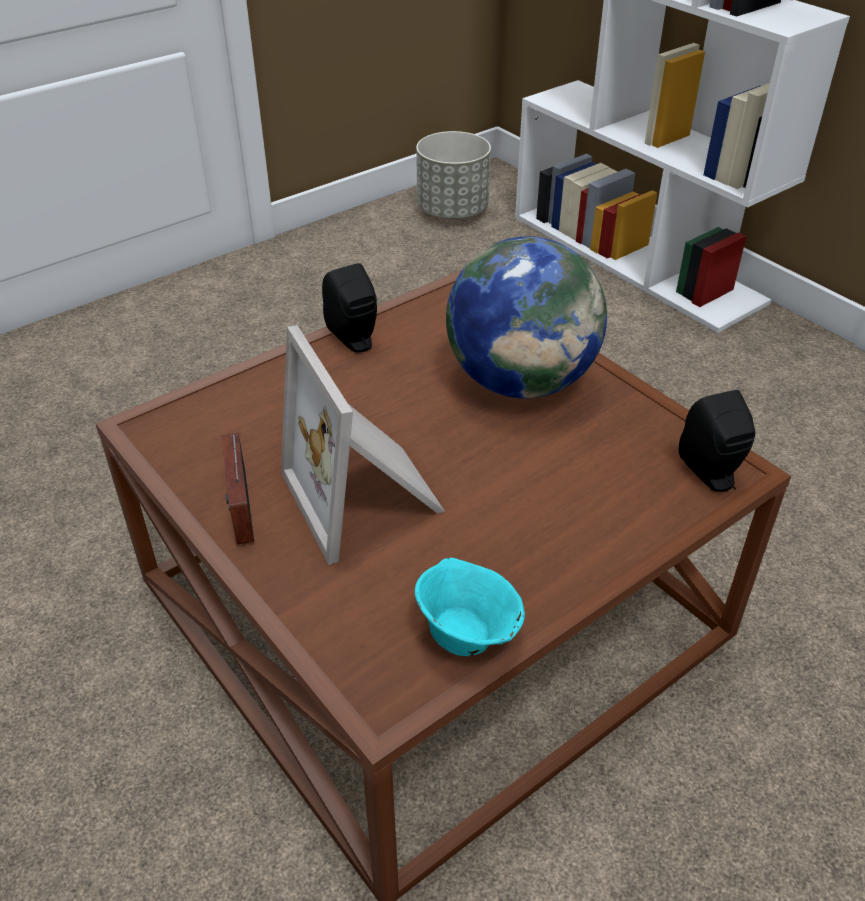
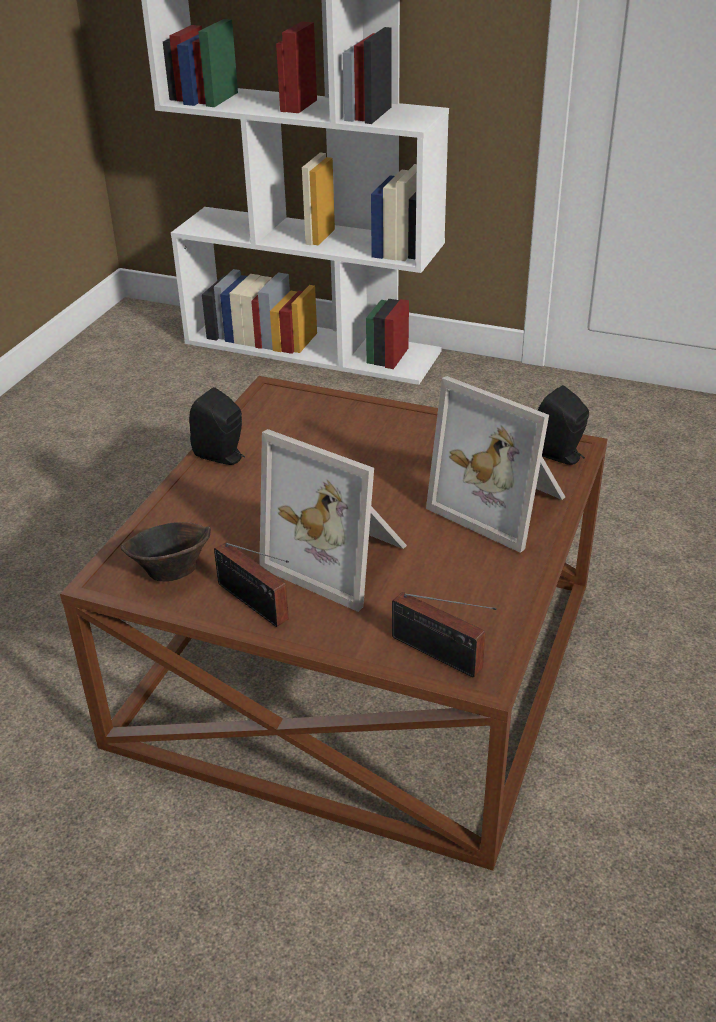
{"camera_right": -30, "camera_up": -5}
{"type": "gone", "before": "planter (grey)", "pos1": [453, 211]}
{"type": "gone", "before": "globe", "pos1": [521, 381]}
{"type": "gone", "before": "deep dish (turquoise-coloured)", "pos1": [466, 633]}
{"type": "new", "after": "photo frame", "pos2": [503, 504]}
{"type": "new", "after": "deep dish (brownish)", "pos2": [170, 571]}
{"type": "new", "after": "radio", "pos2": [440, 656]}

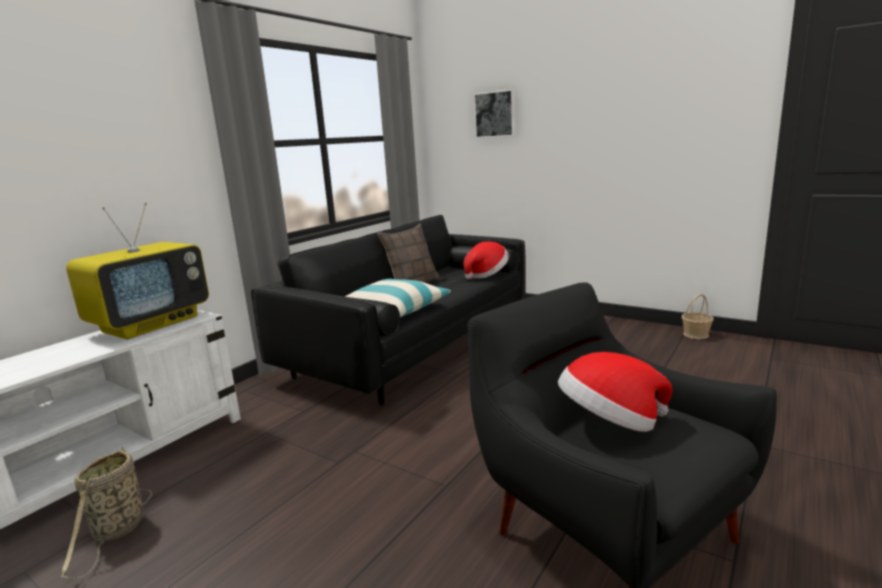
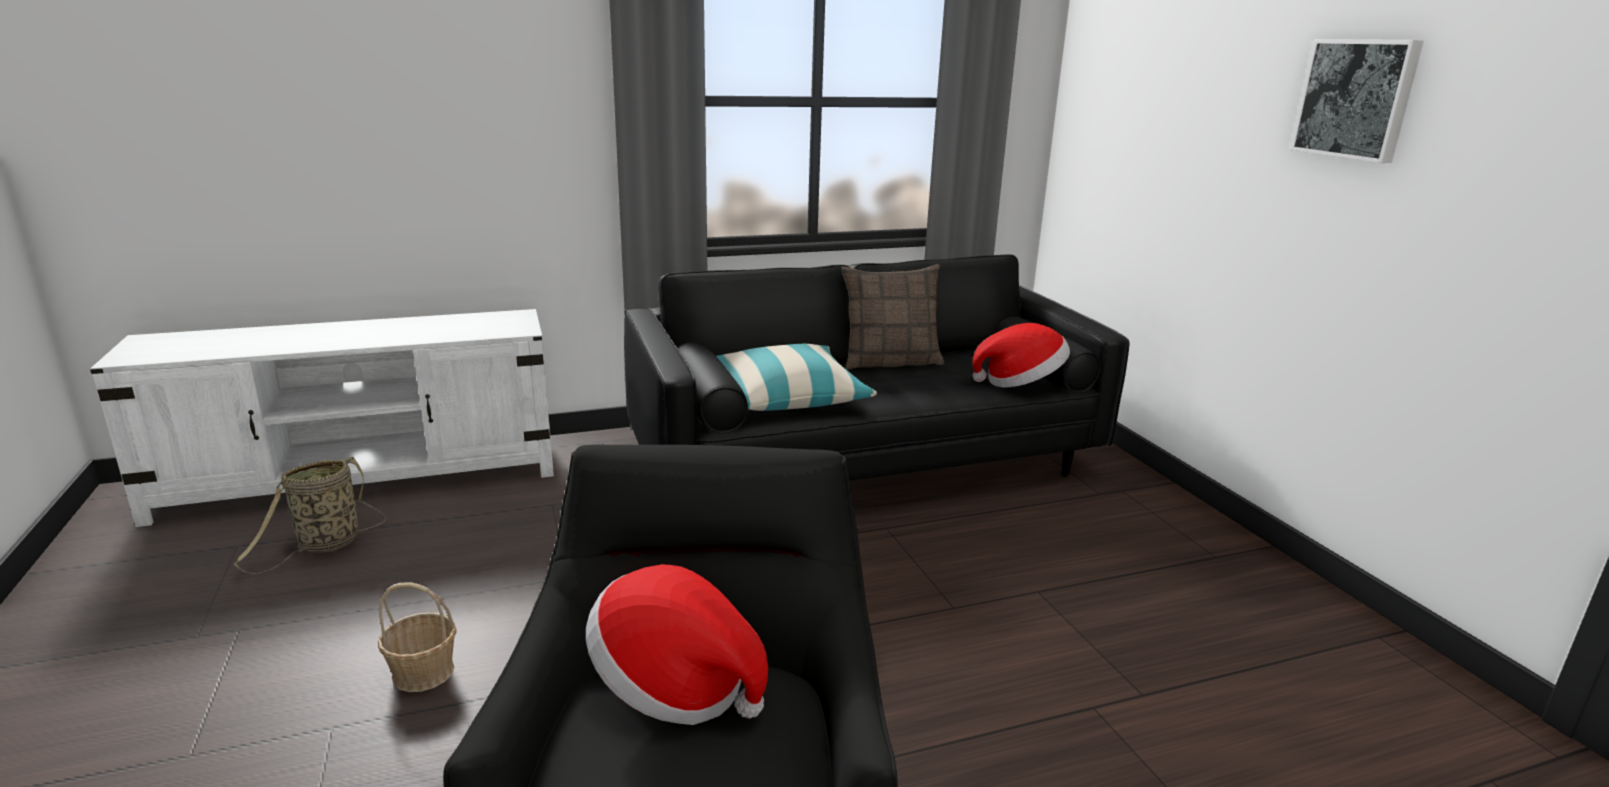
{"camera_right": 35, "camera_up": 5}
{"type": "shifted", "before": "wall picture", "pos1": [495, 114], "pos2": [1356, 99]}
{"type": "gone", "before": "TV set", "pos1": [151, 323]}
{"type": "shifted", "before": "storage basket", "pos1": [696, 334], "pos2": [423, 673]}

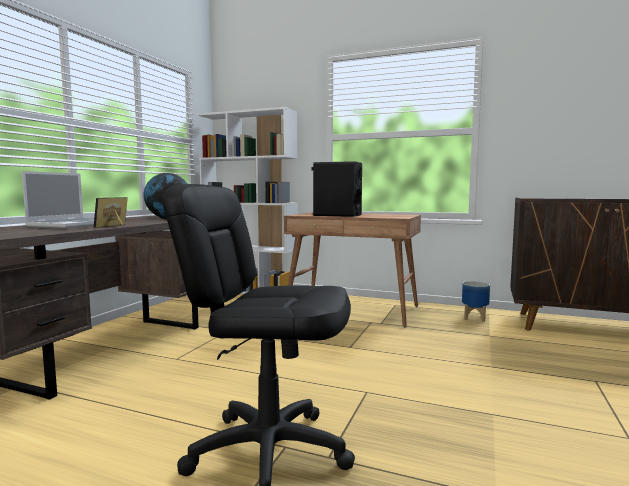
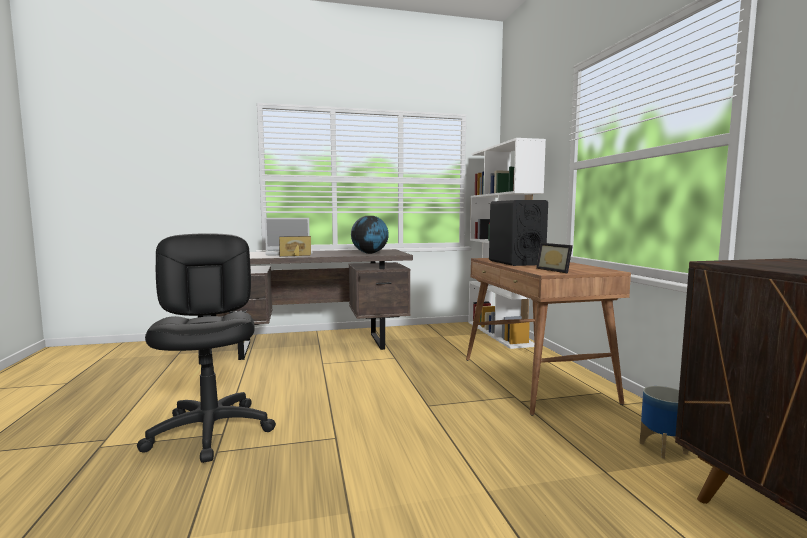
{"camera_right": 55, "camera_up": 0}
{"type": "new", "after": "photo frame", "pos2": [556, 270]}

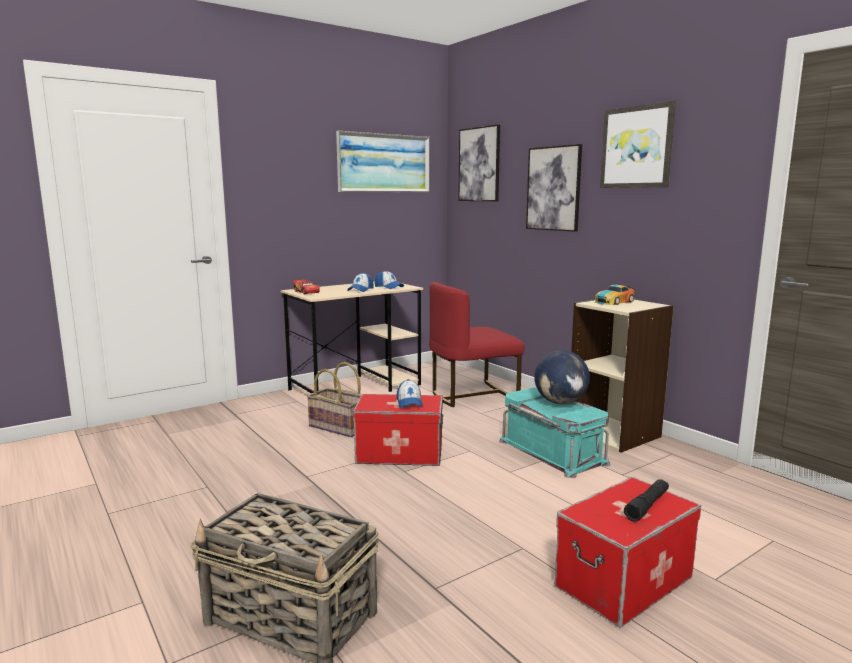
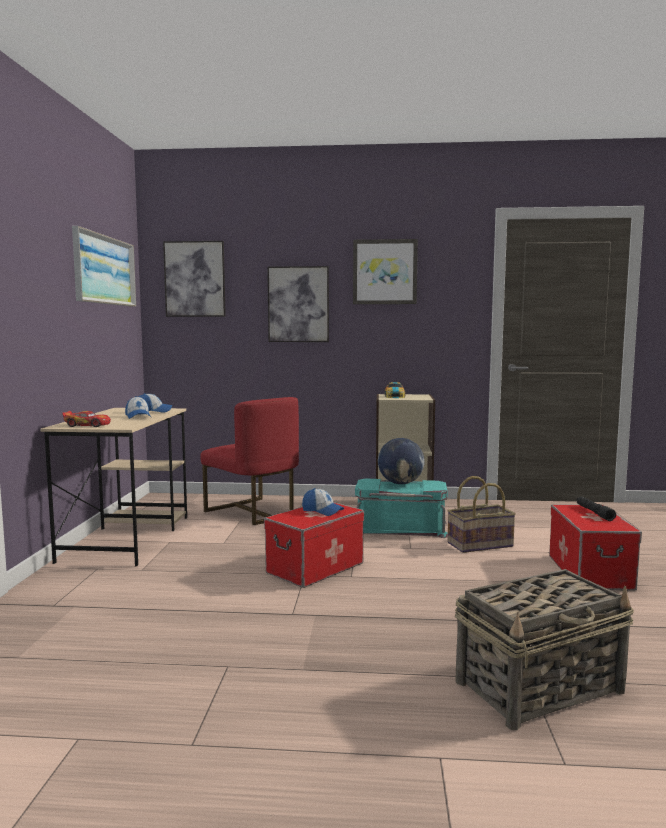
{"camera_right": -50, "camera_up": -5}
{"type": "rotated", "before": "chair (red)", "pos1": [472, 395], "pos2": [253, 512], "turn": -60}
{"type": "shifted", "before": "storage basket", "pos1": [340, 427], "pos2": [479, 544]}

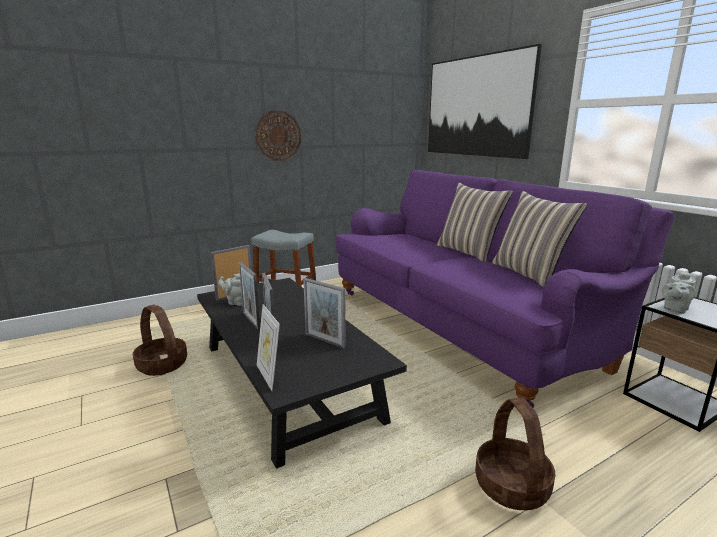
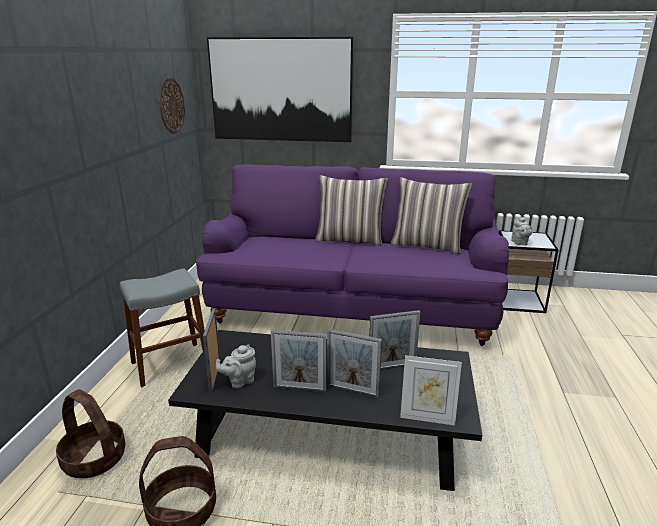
{"camera_right": -50, "camera_up": 5}
{"type": "shifted", "before": "clock on the wall", "pos1": [278, 135], "pos2": [171, 106]}
{"type": "shifted", "before": "storage basket", "pos1": [512, 486], "pos2": [95, 459]}

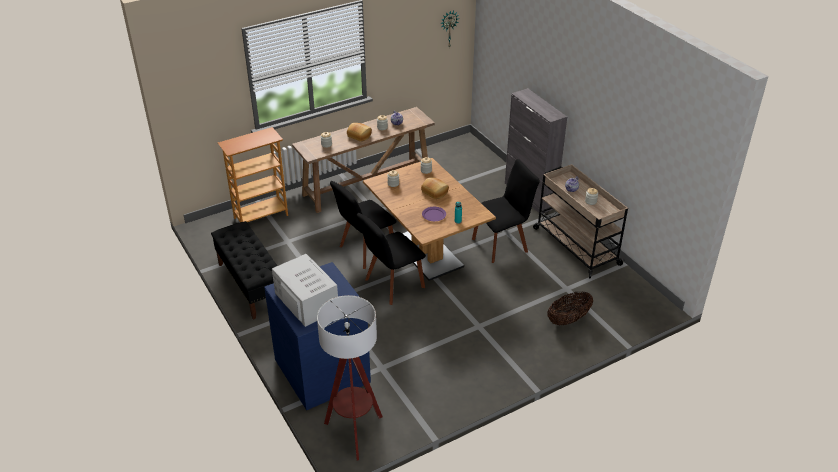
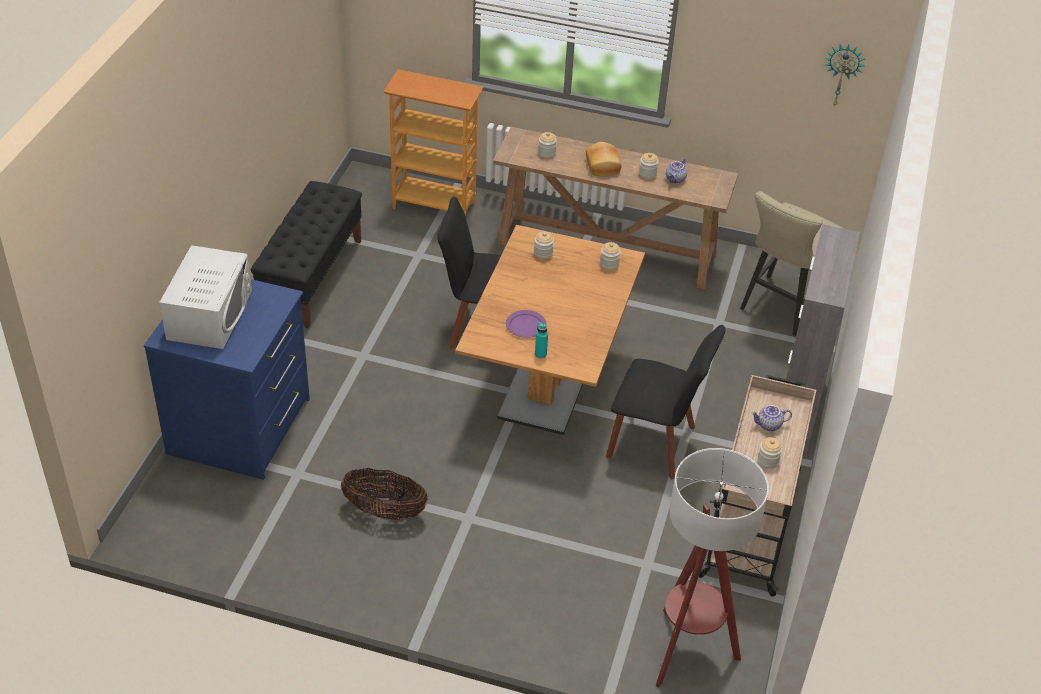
{"camera_right": 45, "camera_up": 5}
{"type": "gone", "before": "bakery bread", "pos1": [435, 192]}
{"type": "gone", "before": "chair (black)", "pos1": [392, 285]}
{"type": "shifted", "before": "storage basket", "pos1": [568, 319], "pos2": [385, 511]}
{"type": "shifted", "before": "standard lamp", "pos1": [354, 432], "pos2": [687, 651]}
{"type": "new", "after": "stool (beige-coloured)", "pos2": [779, 309]}

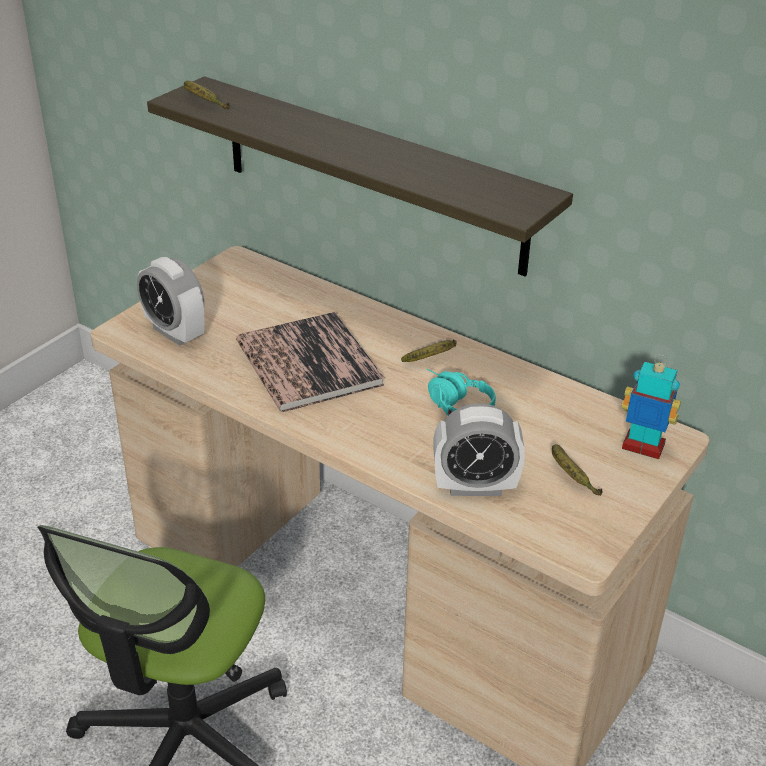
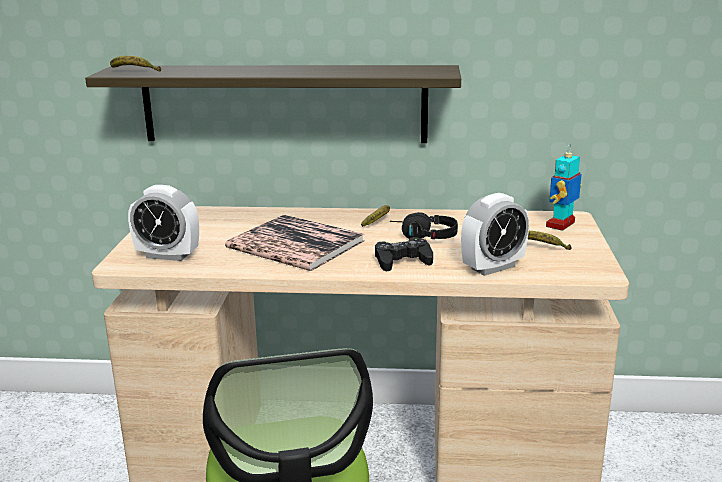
{"camera_right": -30, "camera_up": -15}
{"type": "rotated", "before": "toy robot", "pos1": [642, 447], "pos2": [561, 225], "turn": -45}
{"type": "repainted", "before": "headphones (turquoise-coloured)", "after": "headphones (black)", "pos1": [453, 404], "pos2": [422, 237]}
{"type": "new", "after": "joypad (black)", "pos2": [402, 261]}

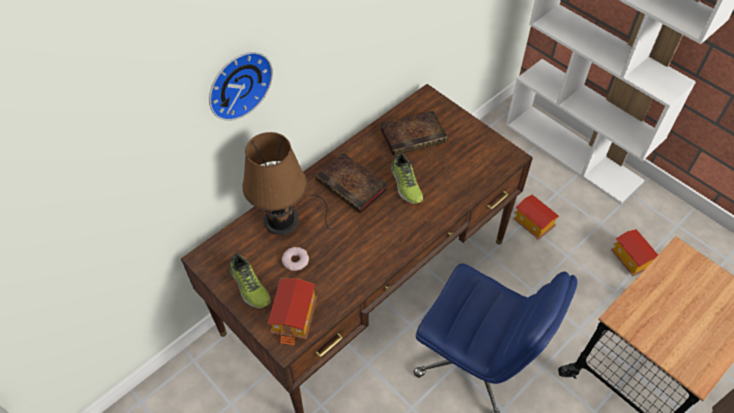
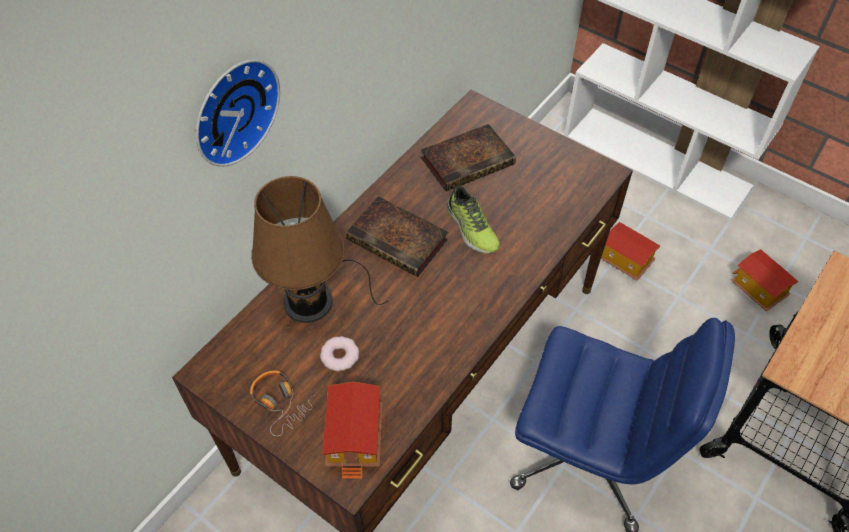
{"camera_right": -10, "camera_up": 0}
{"type": "swapped", "before": "item of footwear", "after": "headphones", "pos1": [249, 286], "pos2": [280, 403]}

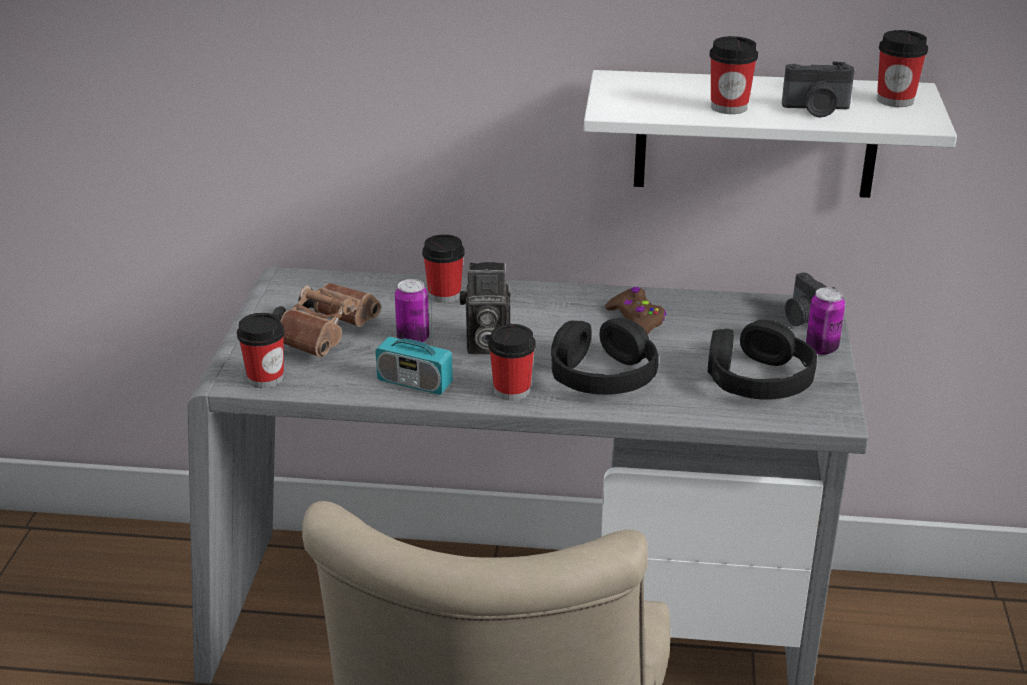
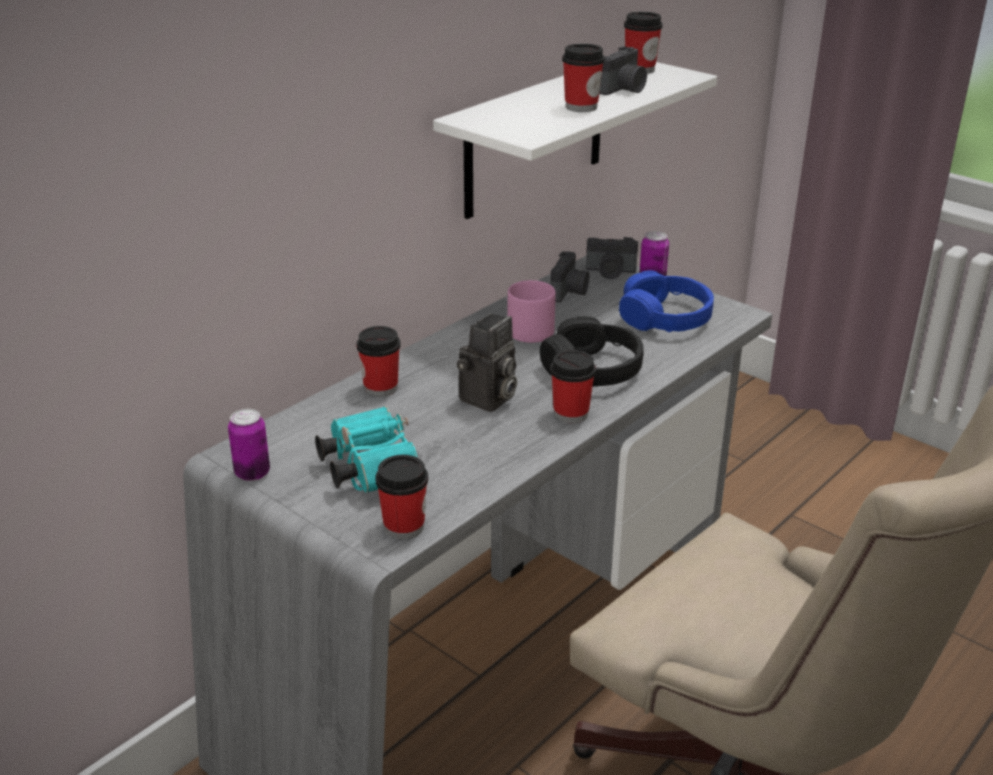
{"camera_right": -55, "camera_up": 0}
{"type": "shifted", "before": "can", "pos1": [413, 339], "pos2": [252, 473]}
{"type": "repainted", "before": "pair of binoculars (brownish)", "after": "pair of binoculars (turquoise-coloured)", "pos1": [327, 334], "pos2": [369, 467]}
{"type": "gone", "before": "radio", "pos1": [414, 382]}
{"type": "swapped", "before": "joypad (brownish)", "after": "tea mug (pink)", "pos1": [636, 320], "pos2": [532, 327]}
{"type": "repainted", "before": "headphones (black)", "after": "headphones (bluish)", "pos1": [758, 379], "pos2": [665, 318]}
{"type": "new", "after": "still camera", "pos2": [569, 292]}

